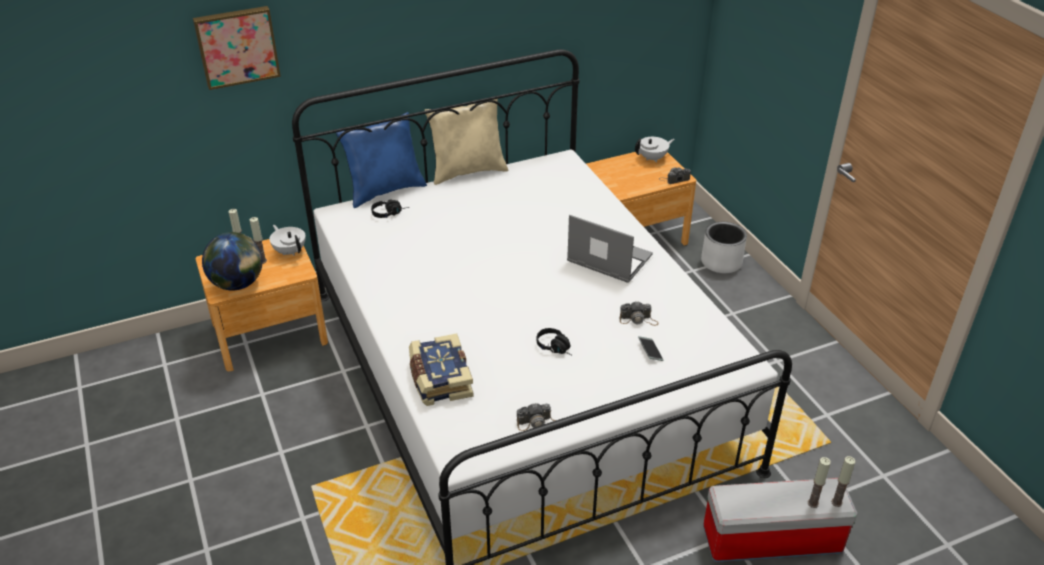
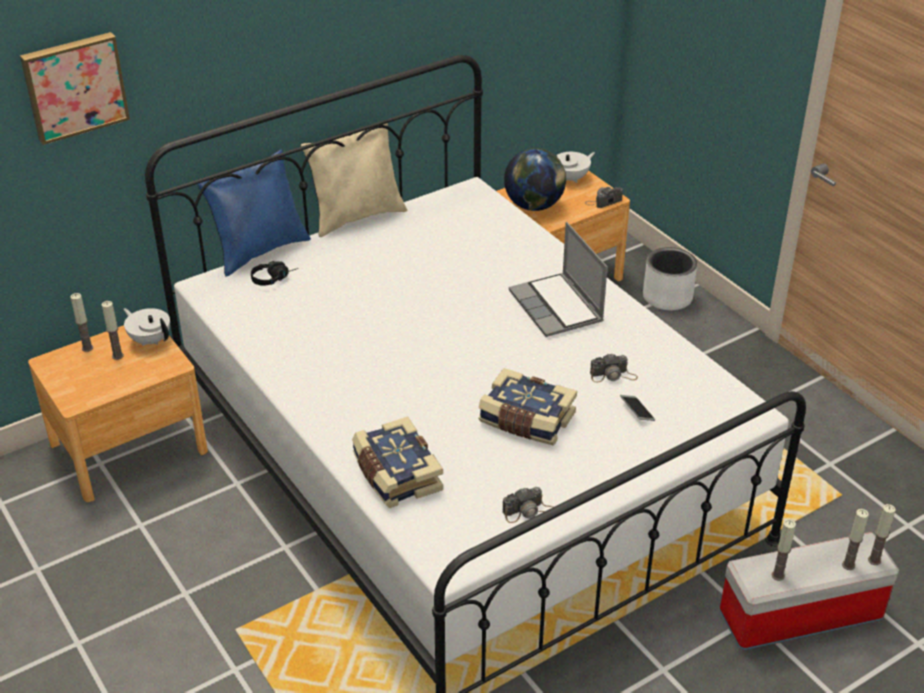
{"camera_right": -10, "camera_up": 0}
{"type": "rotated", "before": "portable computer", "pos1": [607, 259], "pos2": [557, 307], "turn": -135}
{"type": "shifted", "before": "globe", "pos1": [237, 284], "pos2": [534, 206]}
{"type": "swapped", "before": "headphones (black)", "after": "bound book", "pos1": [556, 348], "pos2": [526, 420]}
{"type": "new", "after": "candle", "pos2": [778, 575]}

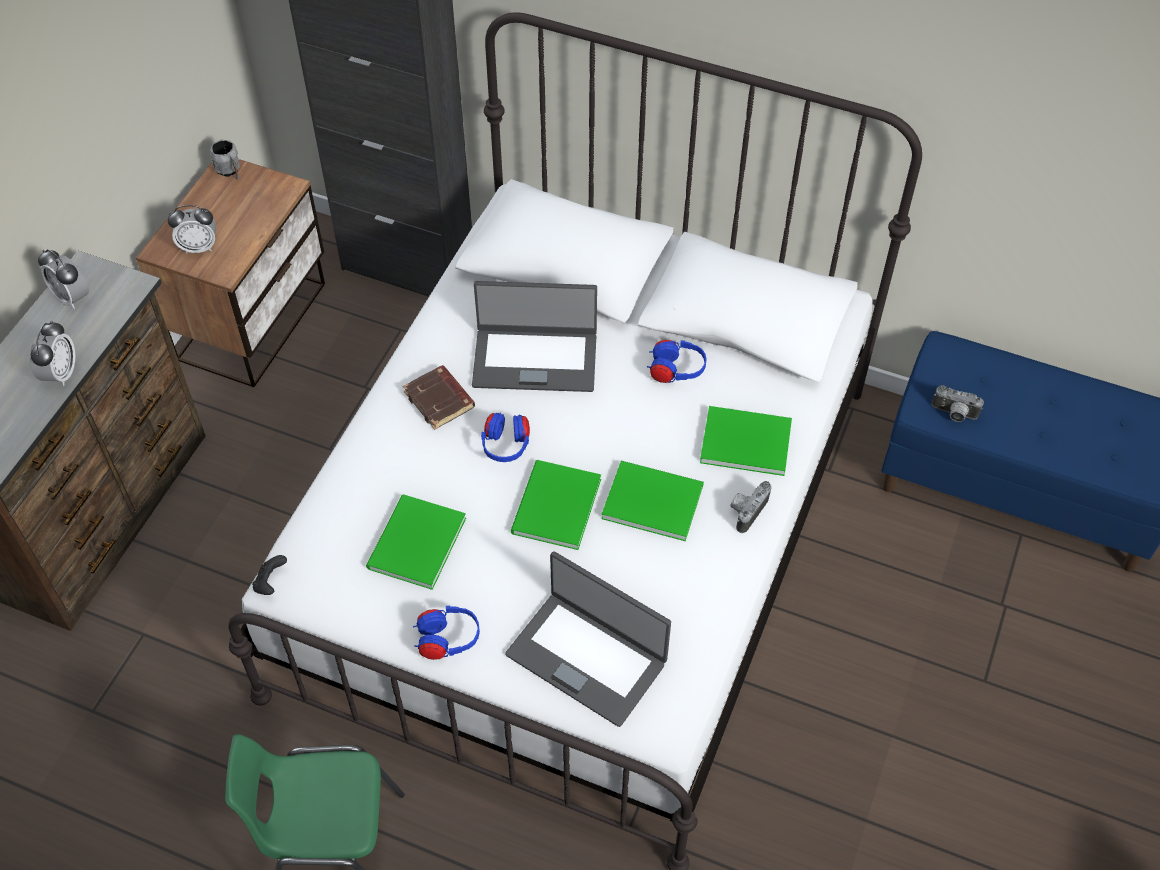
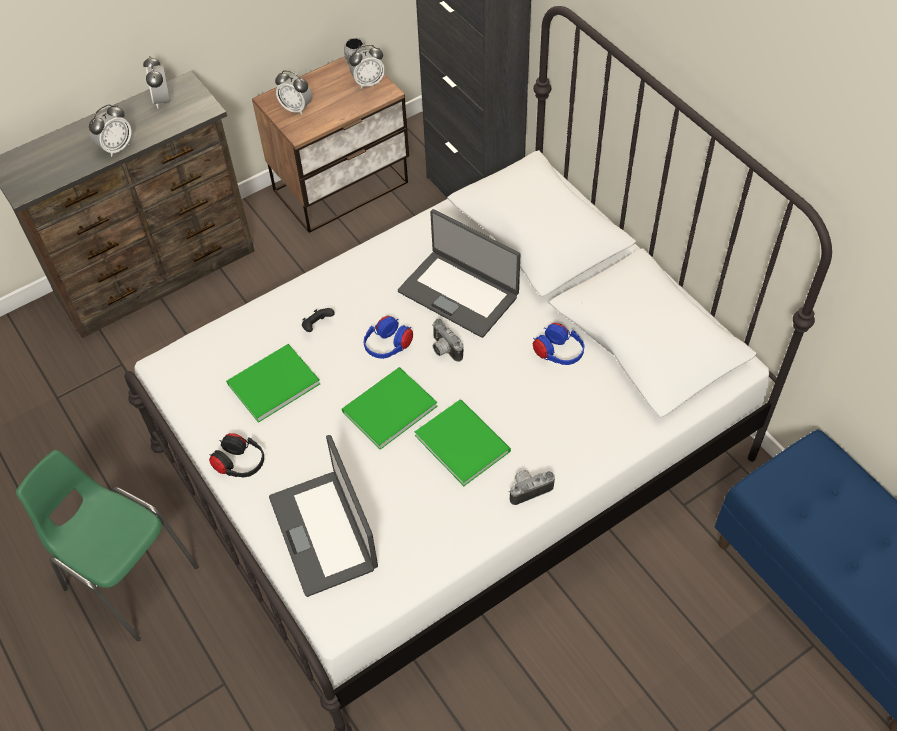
{"camera_right": 35, "camera_up": 0}
{"type": "gone", "before": "bound book (brownish)", "pos1": [440, 400]}
{"type": "shifted", "before": "still camera", "pos1": [953, 414], "pos2": [444, 349]}
{"type": "gone", "before": "bound book (green-coloured)", "pos1": [743, 440]}
{"type": "shifted", "before": "joypad (black)", "pos1": [270, 583], "pos2": [317, 326]}
{"type": "repainted", "before": "headphones (bluish)", "after": "headphones (black)", "pos1": [447, 640], "pos2": [240, 464]}
{"type": "new", "after": "table clock", "pos2": [368, 83]}

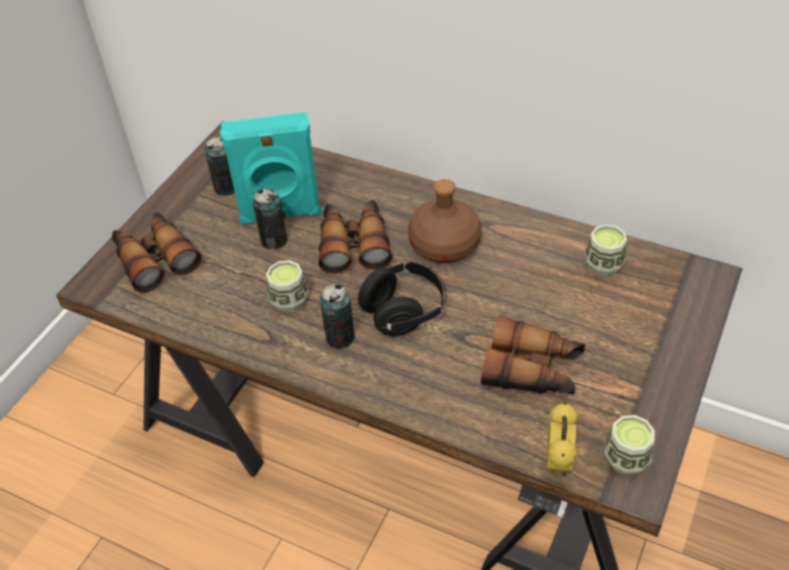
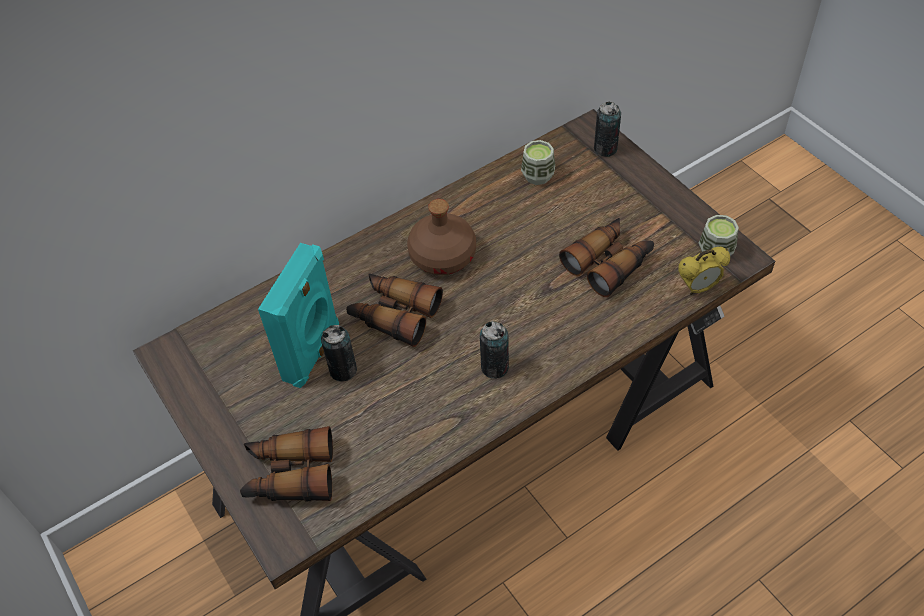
{"camera_right": -60, "camera_up": 5}
{"type": "shifted", "before": "can", "pos1": [226, 188], "pos2": [605, 149]}
{"type": "gone", "before": "cup", "pos1": [289, 301]}
{"type": "gone", "before": "headphones (black)", "pos1": [404, 312]}
{"type": "rotated", "before": "table clock", "pos1": [558, 463], "pos2": [698, 288], "turn": 120}

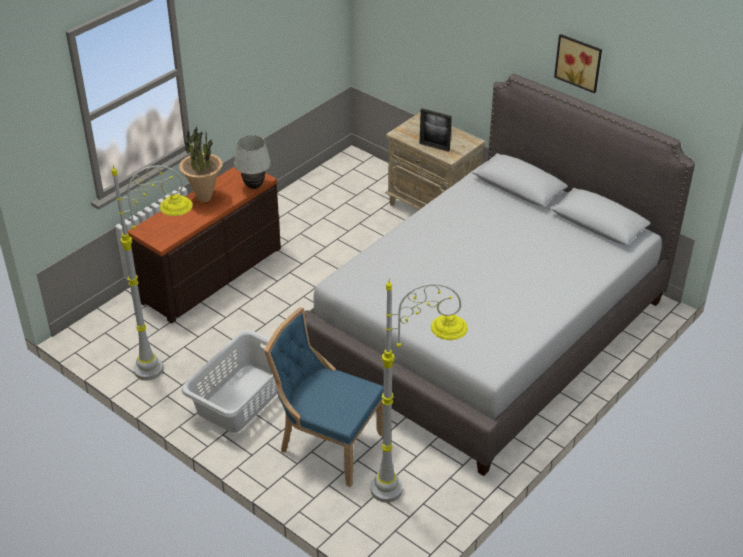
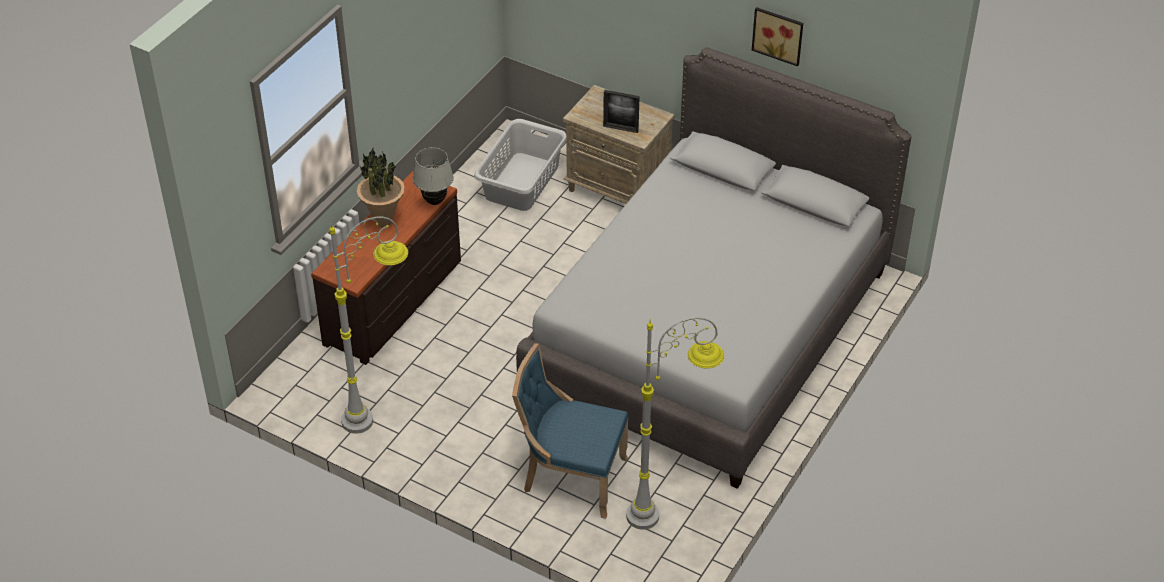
{"camera_right": -10, "camera_up": 5}
{"type": "shifted", "before": "washing basket (grey)", "pos1": [240, 398], "pos2": [521, 182]}

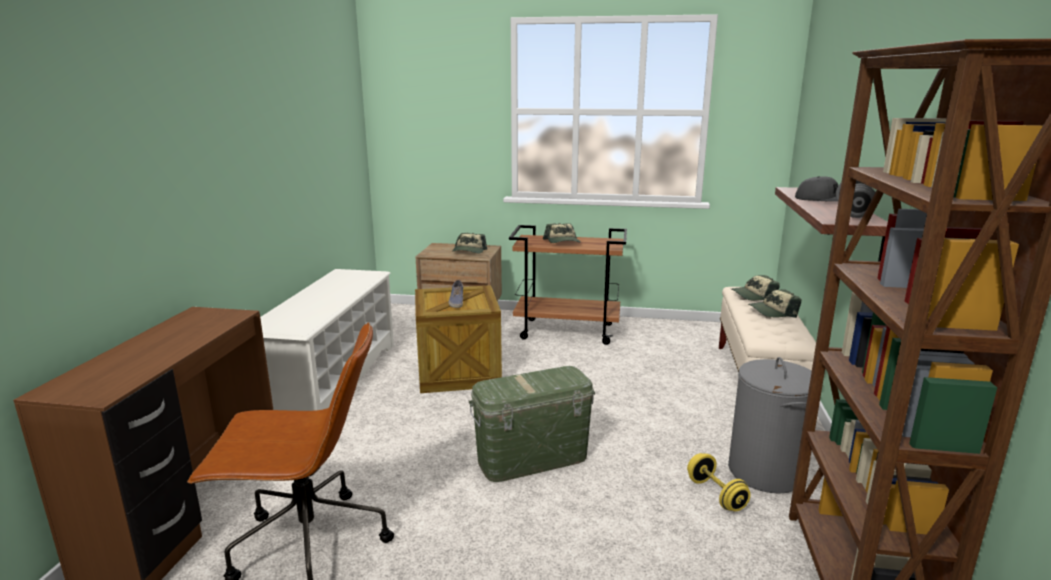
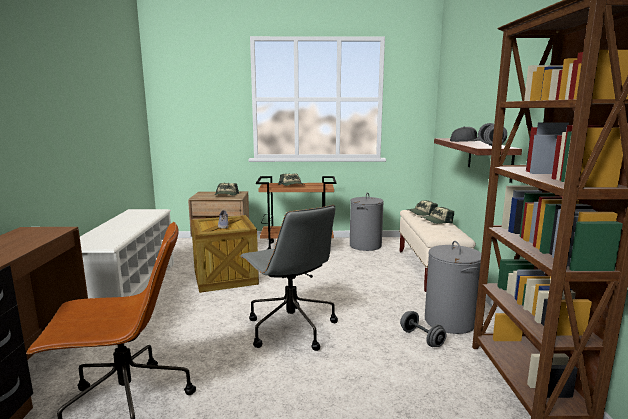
{"camera_right": -10, "camera_up": -5}
{"type": "swapped", "before": "storage box (green-coloured)", "after": "computer chair (grey)", "pos1": [532, 459], "pos2": [290, 328]}
{"type": "repainted", "before": "free weight (yellow-coloured)", "after": "free weight (grey)", "pos1": [716, 495], "pos2": [421, 338]}
{"type": "new", "after": "washing basket (grey)", "pos2": [365, 245]}

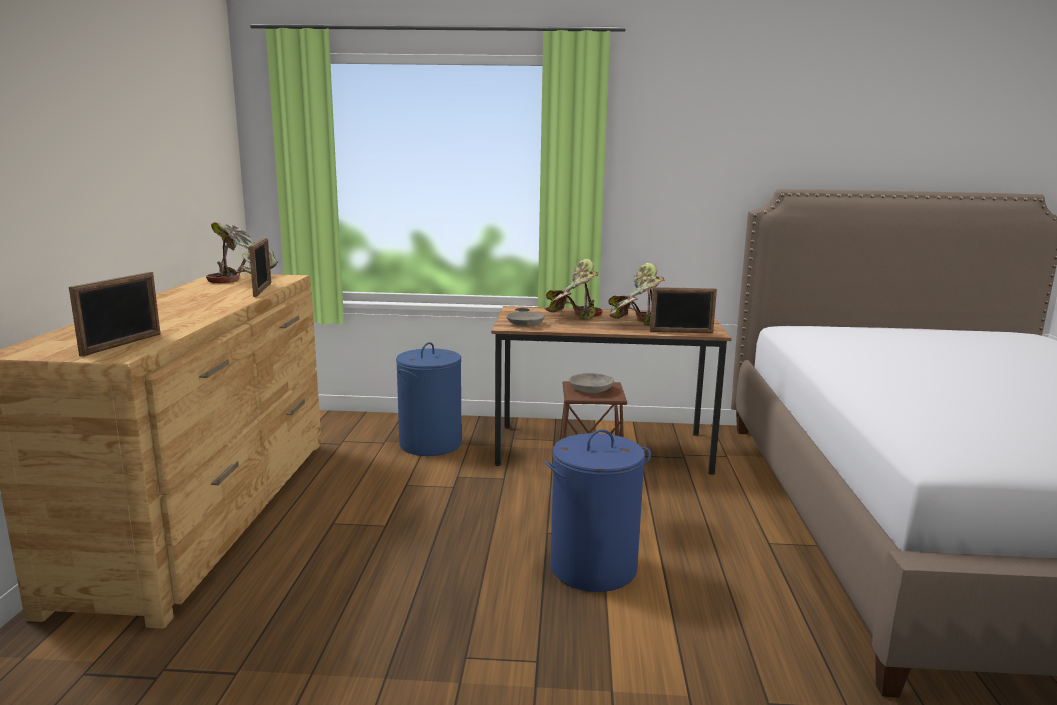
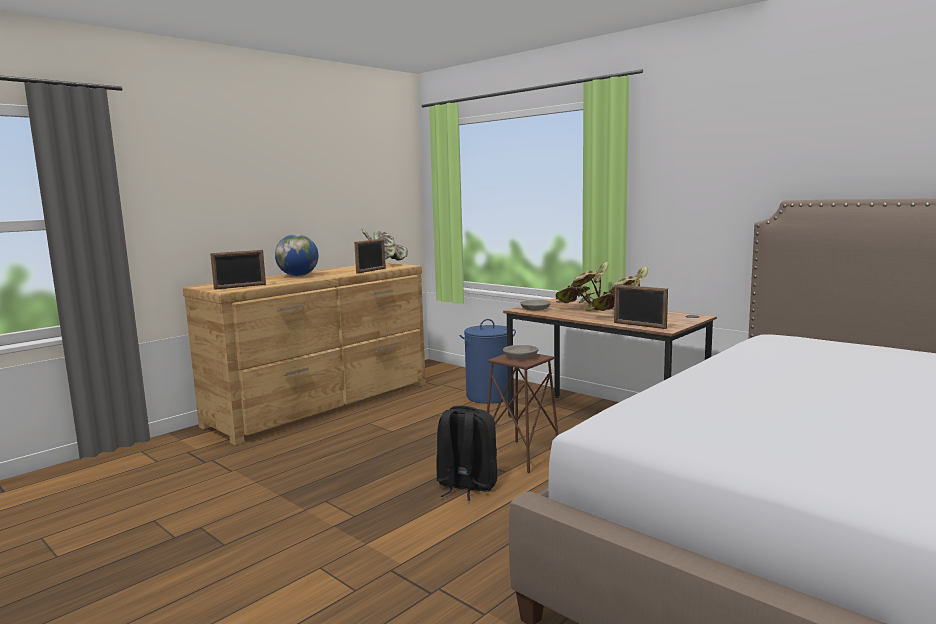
{"camera_right": 40, "camera_up": -5}
{"type": "swapped", "before": "washing basket (bluish)", "after": "rucksack (black)", "pos1": [592, 568], "pos2": [466, 486]}
{"type": "new", "after": "globe", "pos2": [298, 276]}

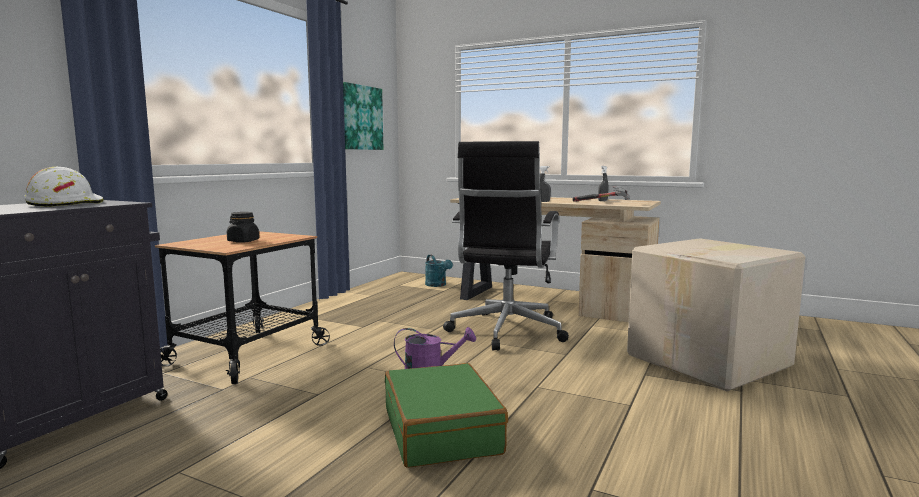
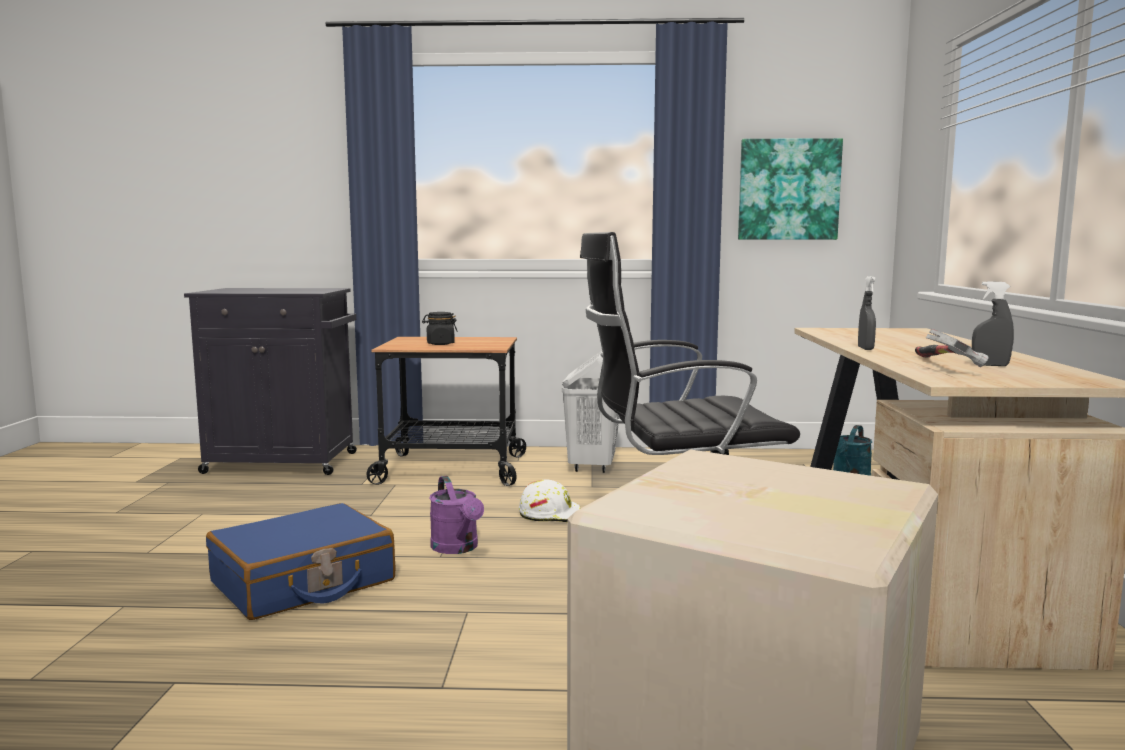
{"camera_right": 65, "camera_up": 0}
{"type": "shifted", "before": "work helmet (white-coloured)", "pos1": [65, 204], "pos2": [550, 514]}
{"type": "repainted", "before": "travel case (green-coloured)", "after": "travel case (bluish)", "pos1": [442, 431], "pos2": [303, 582]}
{"type": "new", "after": "washing basket (white-coloured)", "pos2": [592, 467]}

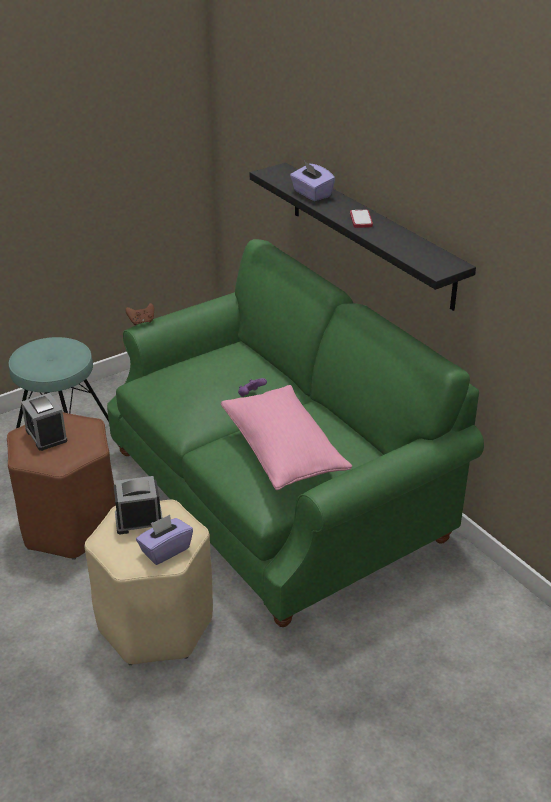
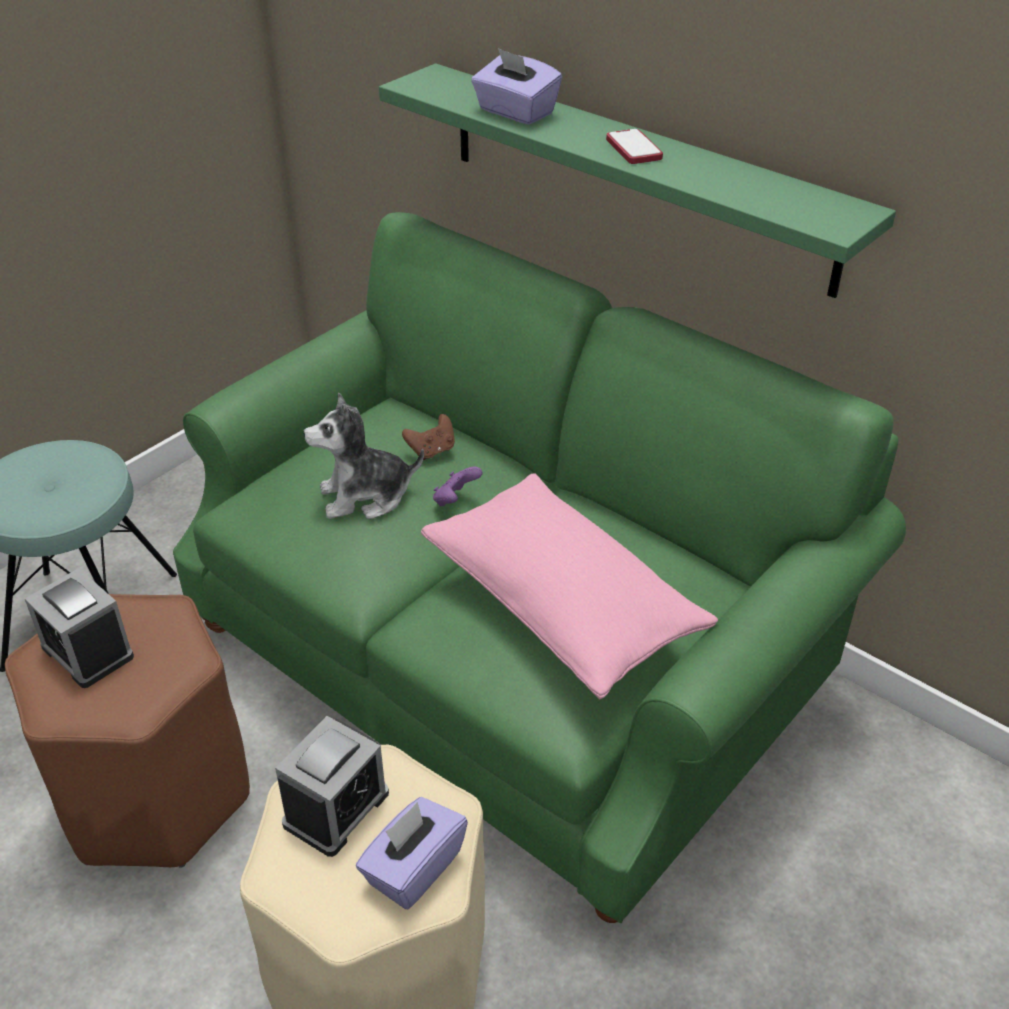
{"camera_right": -15, "camera_up": 5}
{"type": "repainted", "before": "shelf (black)", "after": "shelf (green-coloured)", "pos1": [370, 234], "pos2": [635, 175]}
{"type": "shifted", "before": "joypad (brownish)", "pos1": [141, 322], "pos2": [432, 451]}
{"type": "rotated", "before": "table clock", "pos1": [139, 520], "pos2": [336, 808], "turn": 150}
{"type": "new", "after": "cuddly toy", "pos2": [365, 496]}

